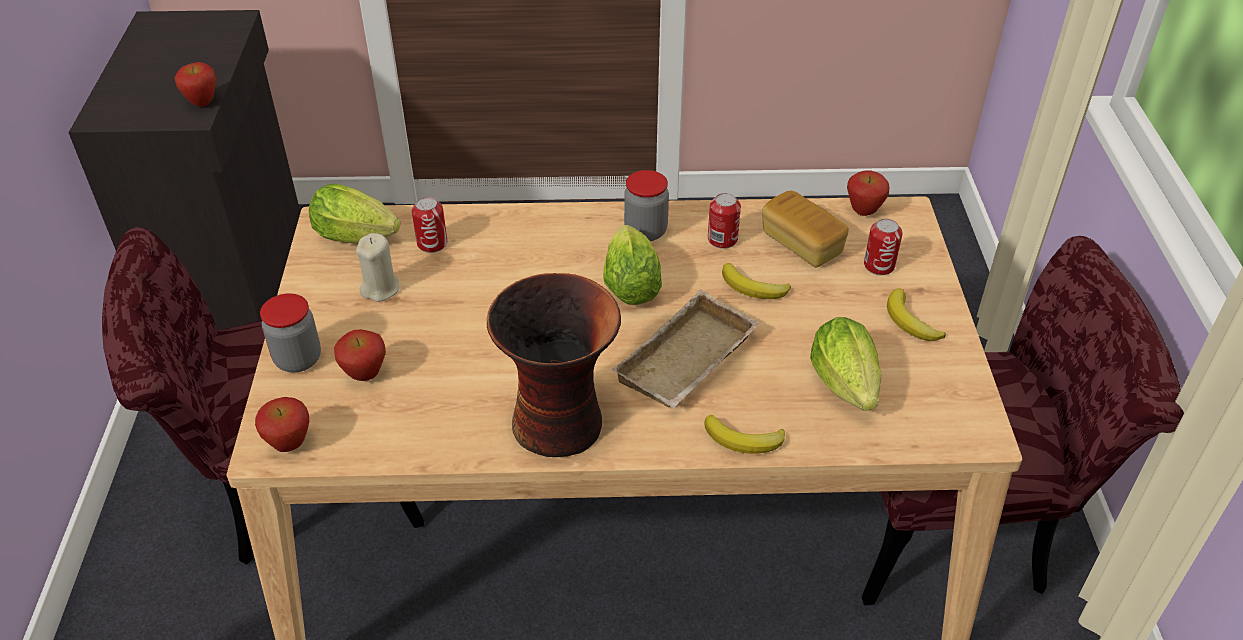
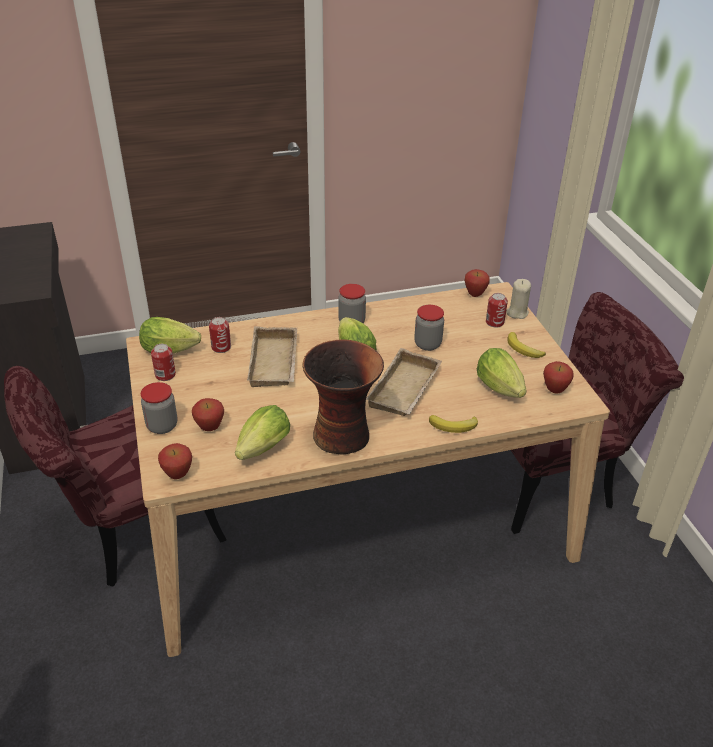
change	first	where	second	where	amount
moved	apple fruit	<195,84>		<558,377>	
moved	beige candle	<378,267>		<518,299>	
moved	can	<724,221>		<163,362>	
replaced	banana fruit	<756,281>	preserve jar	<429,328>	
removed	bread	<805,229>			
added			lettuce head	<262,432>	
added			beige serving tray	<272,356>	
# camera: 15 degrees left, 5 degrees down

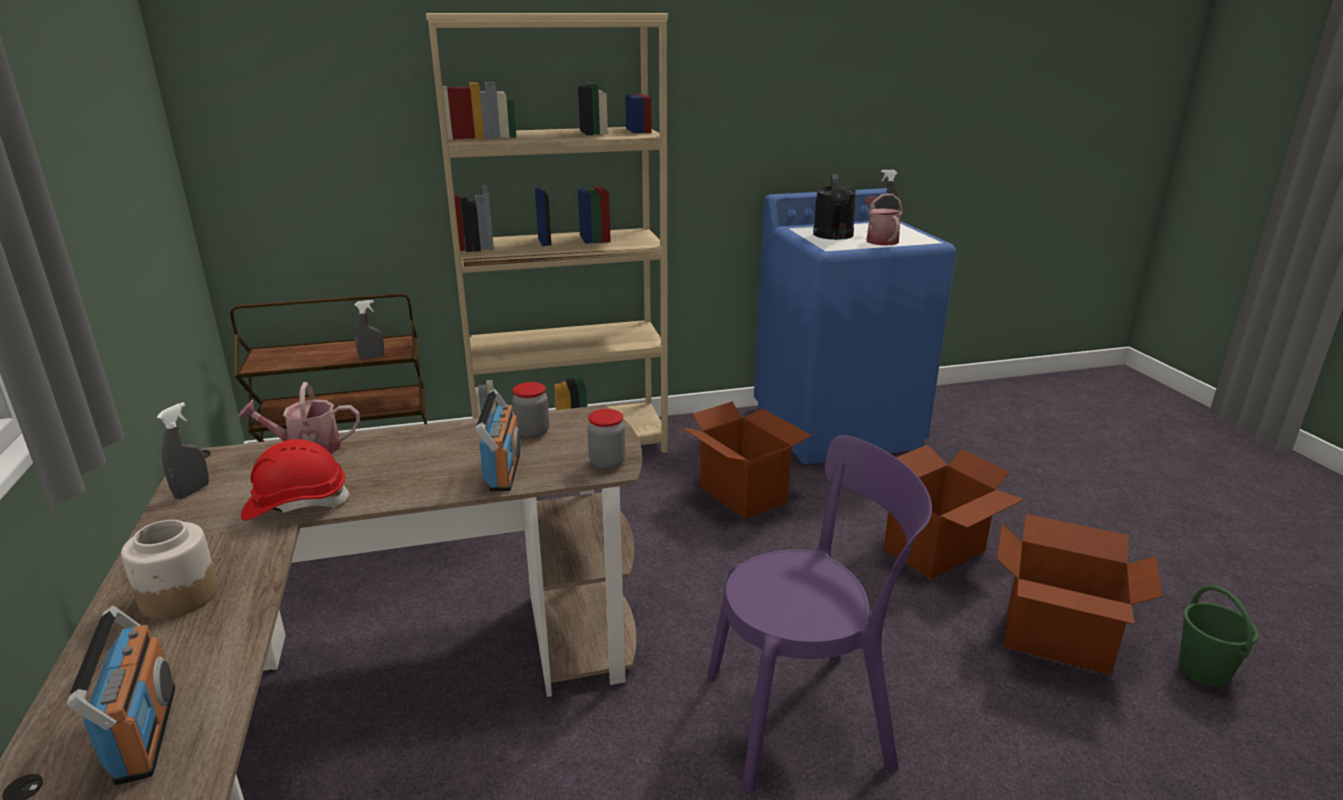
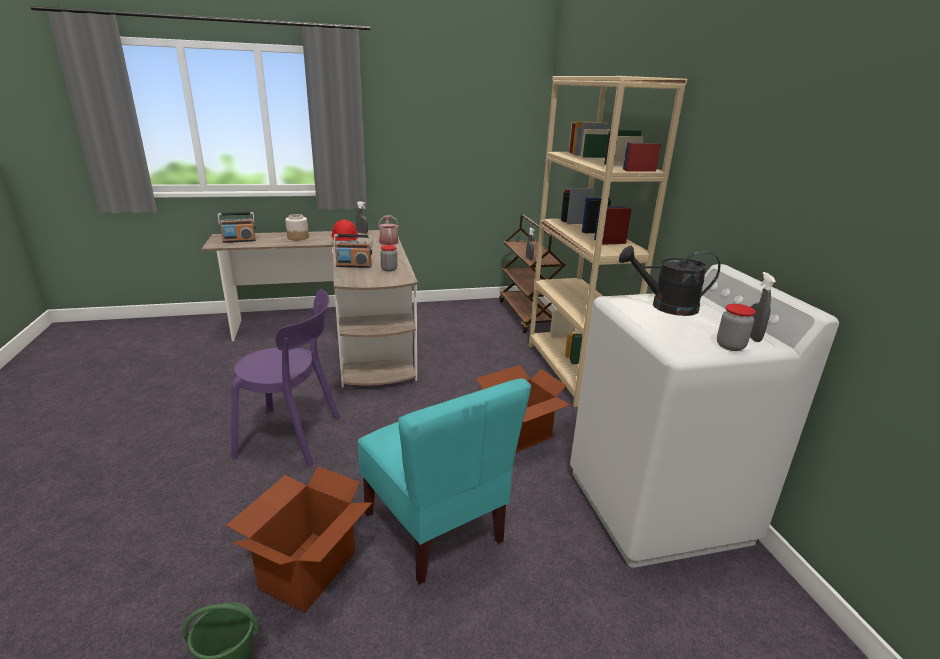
change	first	where	second	where	amount
moved	preserve jar	<606,439>		<736,327>	
turned	purple-coloured upright chair	<819,614>		<285,378>	75 degrees counterclockwise
recoloured	blue laundry appliance	<855,326>	white laundry appliance	<704,416>	
removed	watering pot	<883,220>			
replaced	cardboard box	<954,512>	turquoise-coloured upright chair	<444,481>	
# camera: 90 degrees right, 0 degrees up

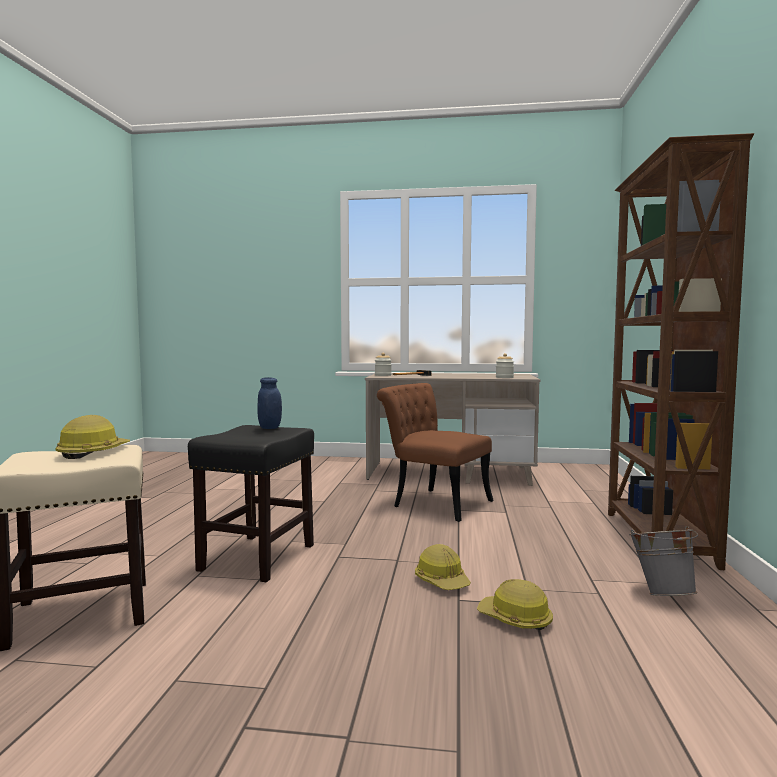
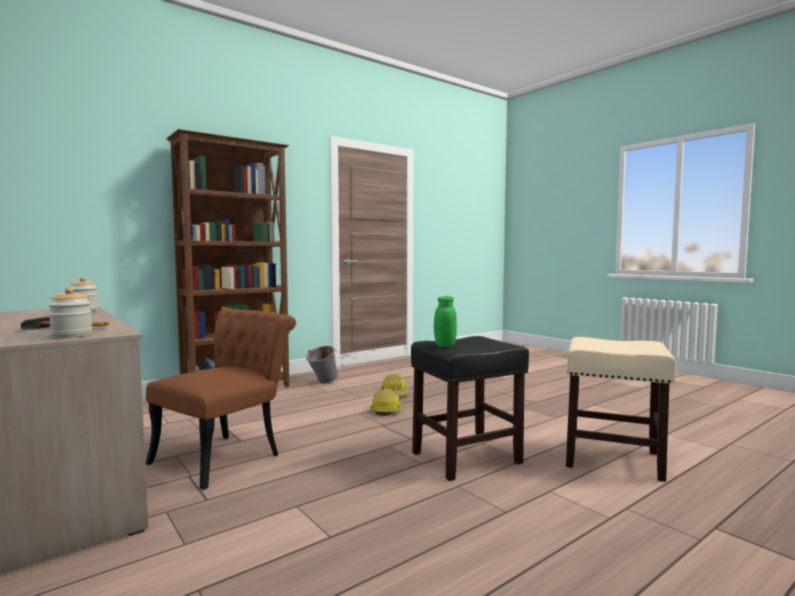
change	first	where	second	where	amount
removed	work helmet	<93,437>			
recoloured	blue preserve jar	<269,403>	green preserve jar	<445,321>	
turned	brown upright chair	<435,452>		<220,399>	135 degrees counterclockwise
# camera: 135 degrees left, 0 degrees up

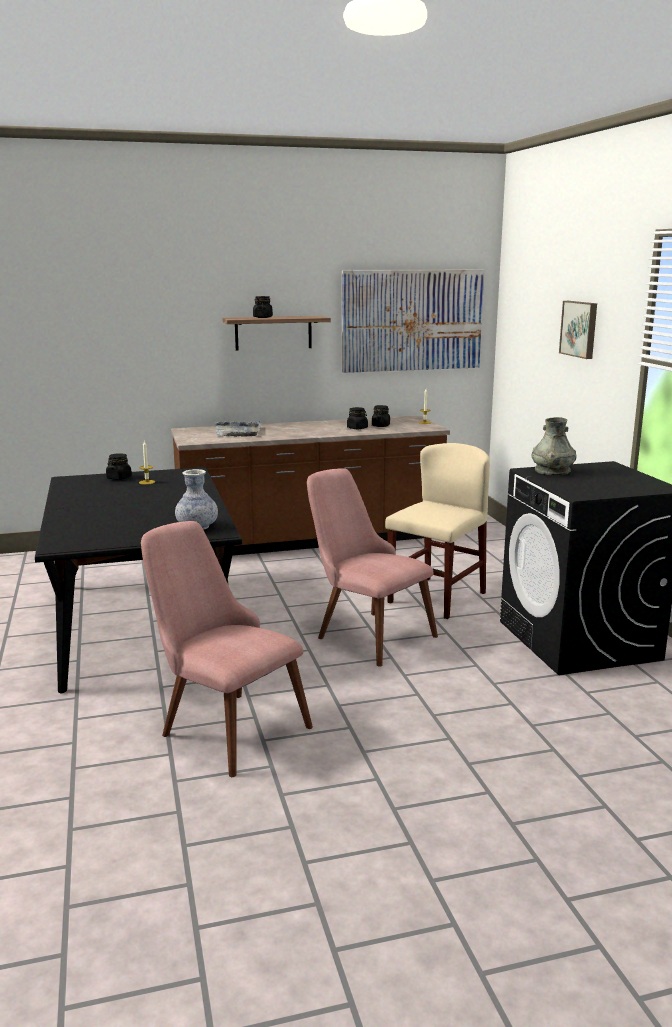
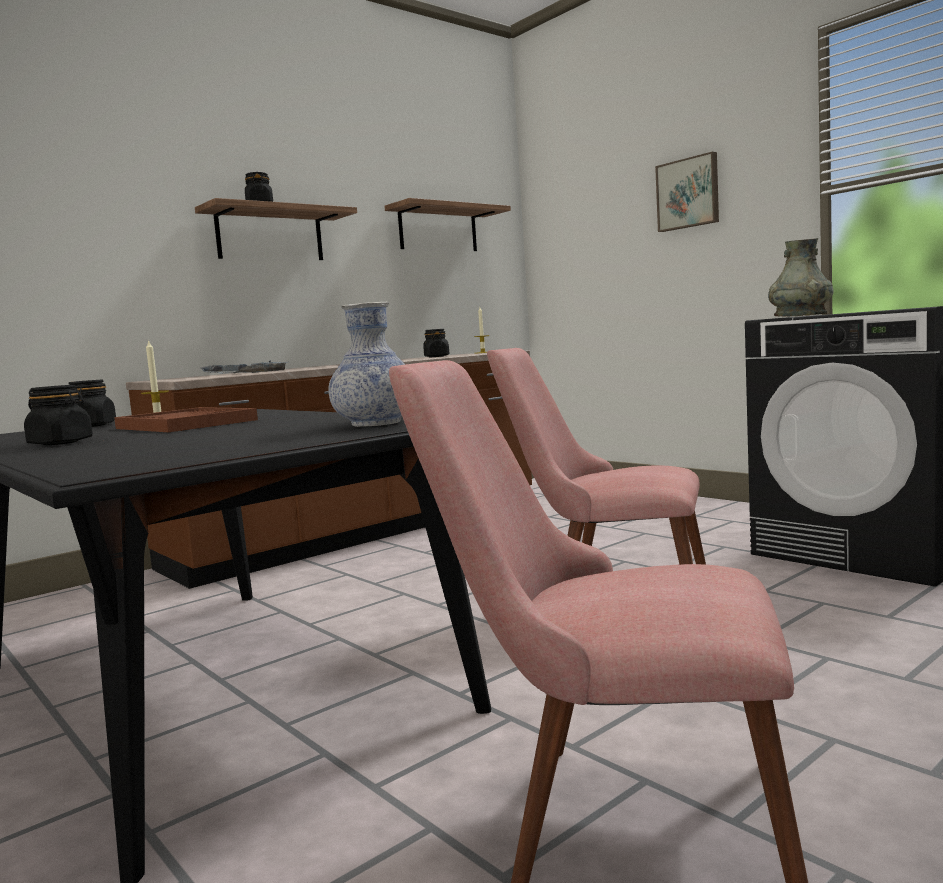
change	first	where	second	where	amount
replaced	picture	<413,321>	shelf	<447,224>	
moved	blackish preserve jar	<357,418>		<58,415>	
removed	beige upright chair	<437,531>			
added			brown serving tray	<186,419>	
# camera: 25 degrees left, 10 degrees down

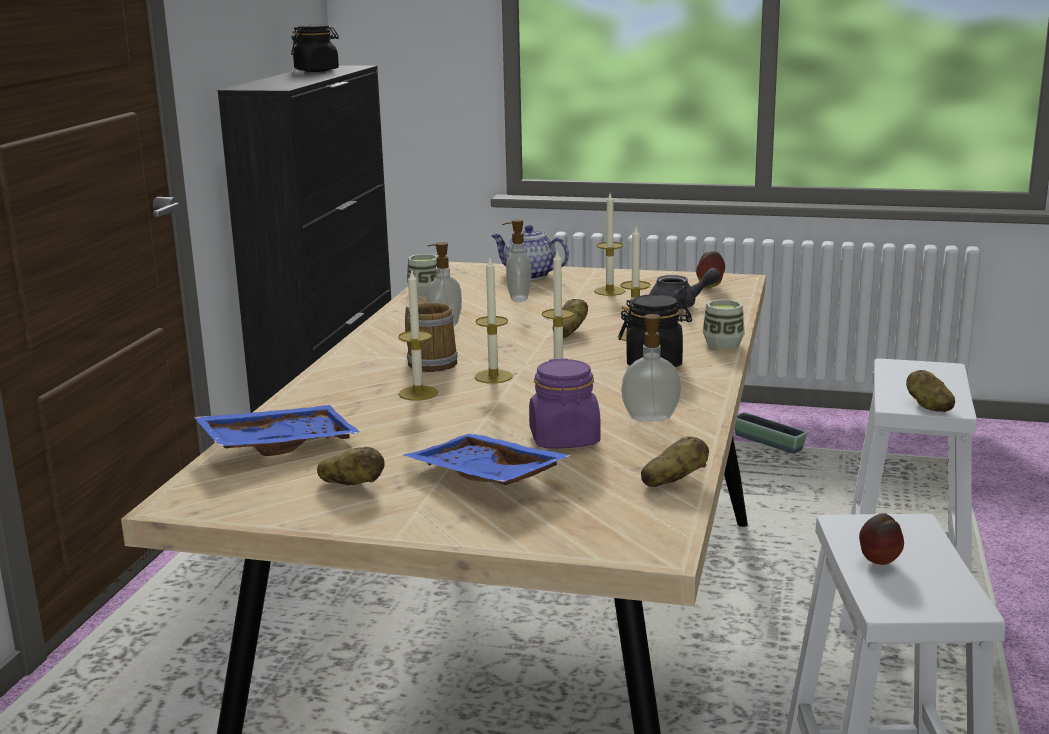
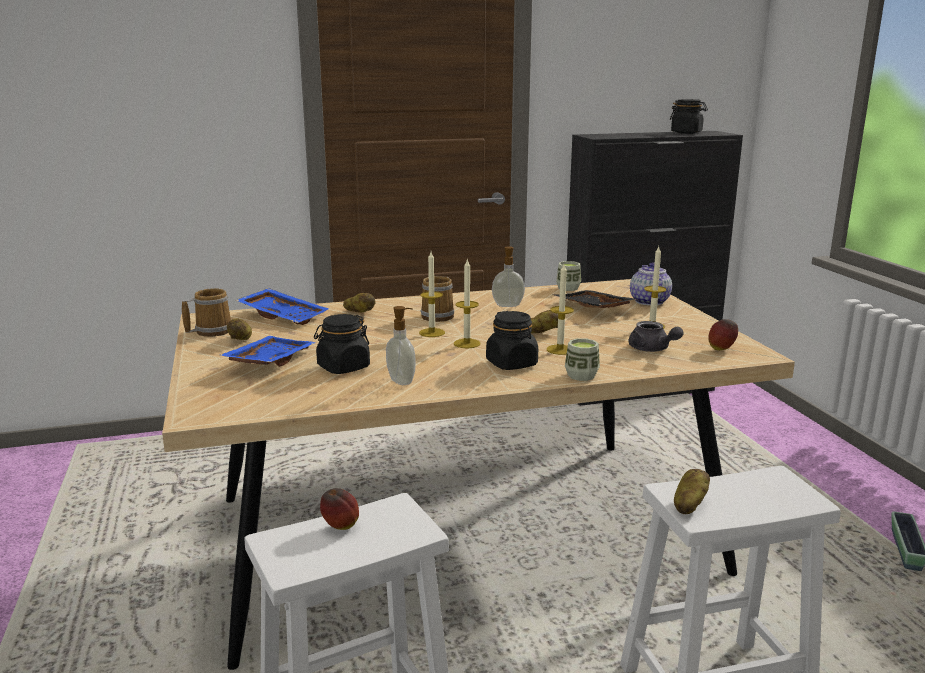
change	first	where	second	where	amount
removed	candle	<418,336>			
replaced	liquid soap bottle	<516,260>	blackish serving tray	<595,299>	
recoloured	purple-coloured preserve jar	<564,403>	blackish preserve jar	<342,344>	
moved	potato	<675,461>		<359,302>	
added			mug	<206,312>	
# camera: 60 degrees right, 0 degrees up

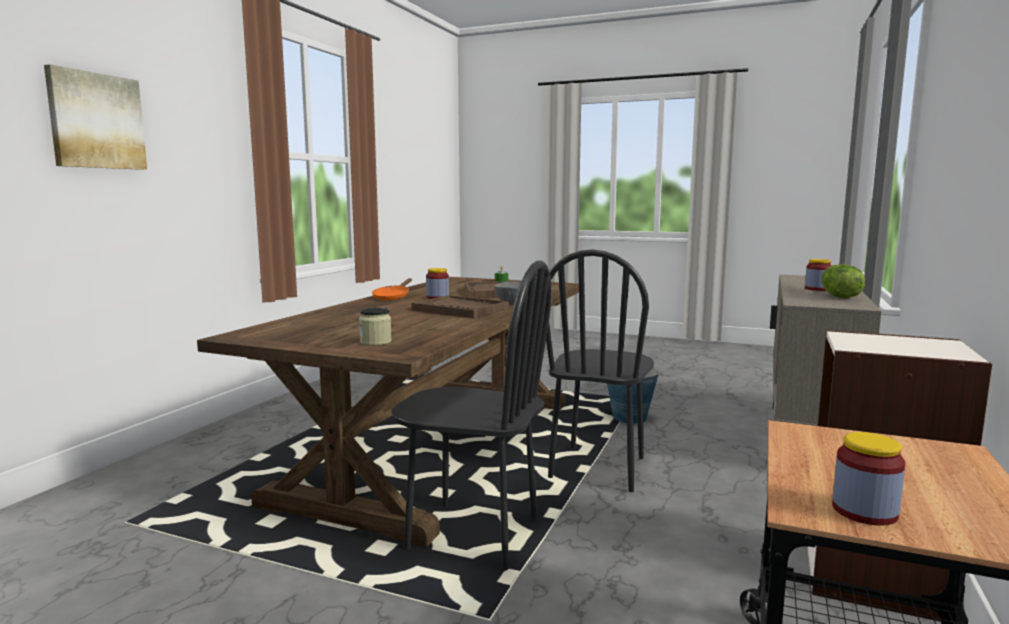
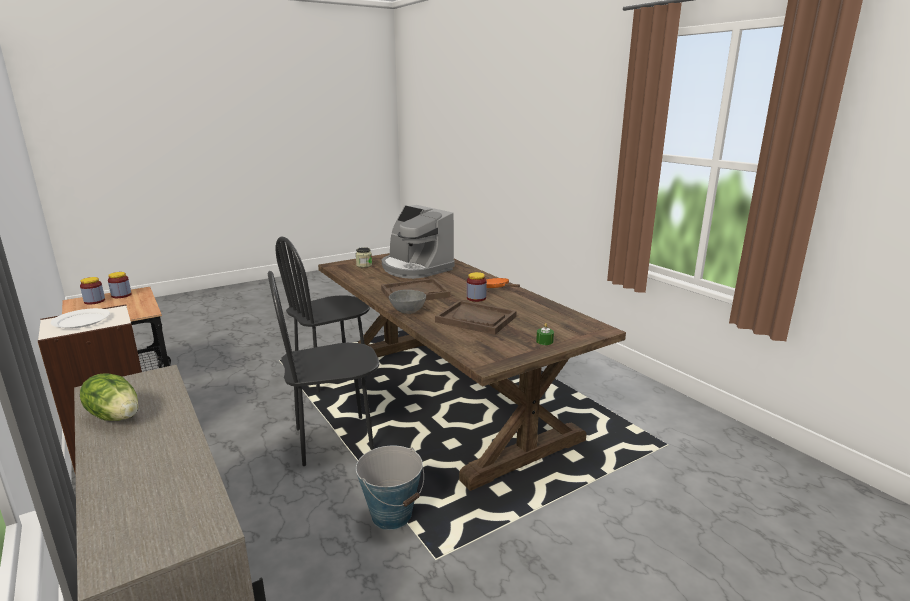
change	first	where	second	where	amount
removed	picture	<95,117>			
turned	blackish upright chair	<600,370>		<323,368>	75 degrees counterclockwise
moved	preserve jar	<818,275>		<92,291>	
added			white plate	<80,318>	
added			coffee brewer	<418,242>	
# camera: 125 degrees right, 10 degrees up

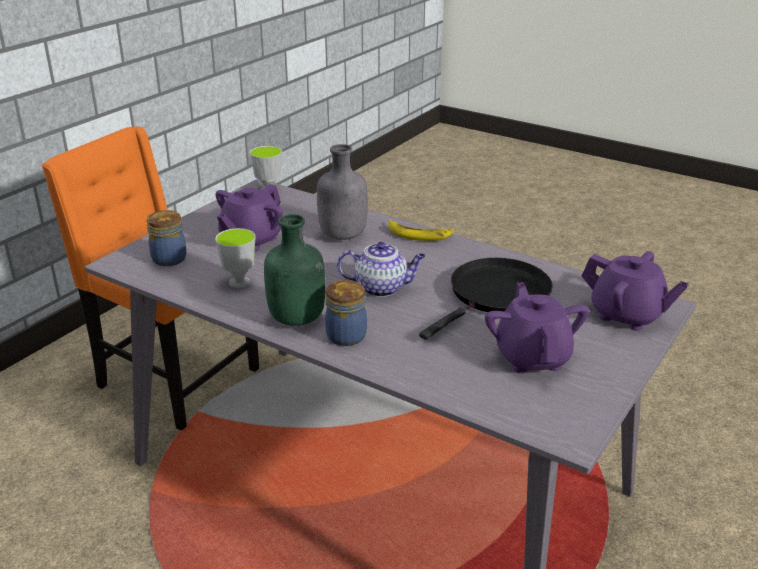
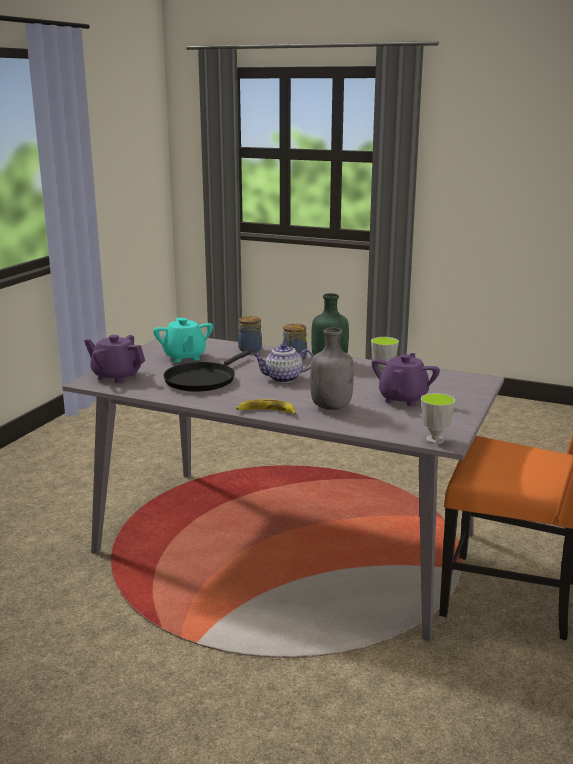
change	first	where	second	where	amount
moved	preserve jar	<166,238>		<250,334>	
recoloured	purple-coloured teapot	<537,328>	turquoise-coloured teapot	<183,340>	
# camera: 170 degrees right, 10 degrees down

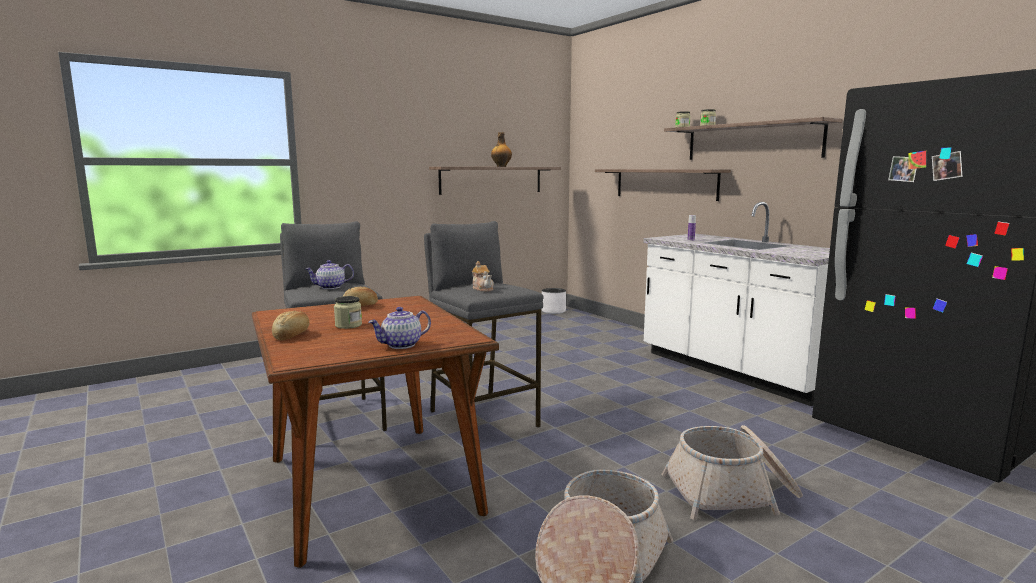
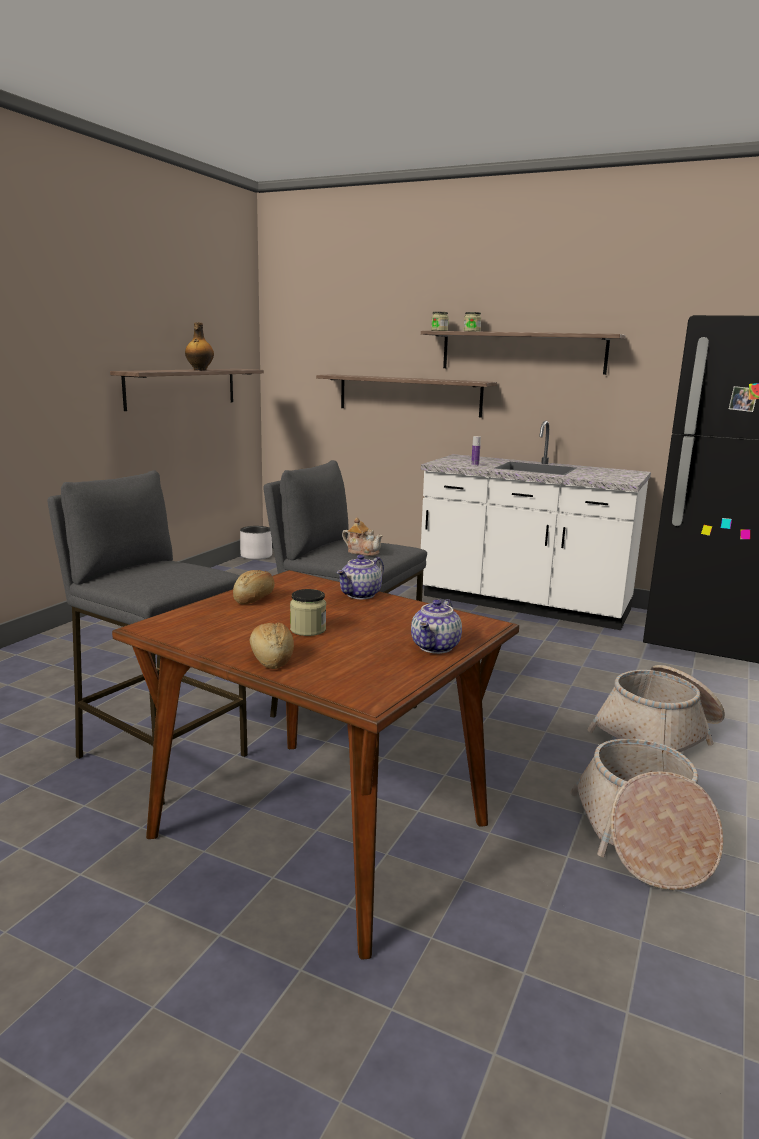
change	first	where	second	where	amount
moved	teapot	<330,274>		<360,577>	
# camera: 30 degrees left, 5 degrees up

